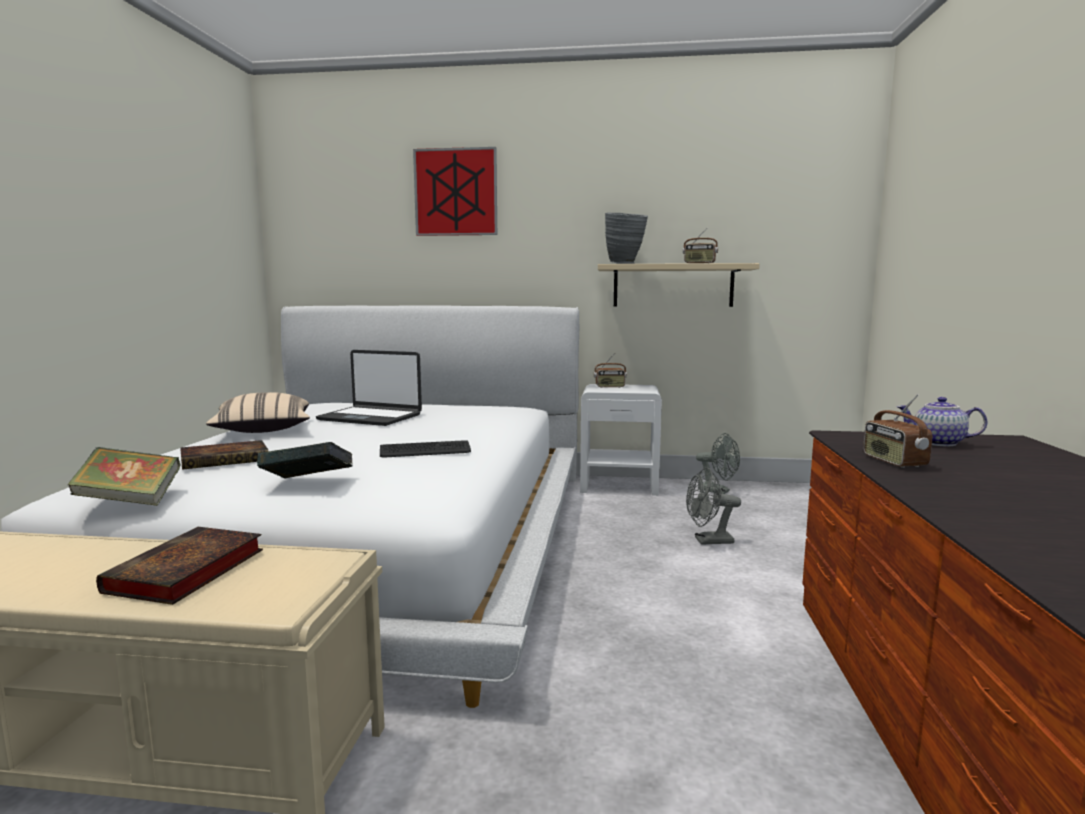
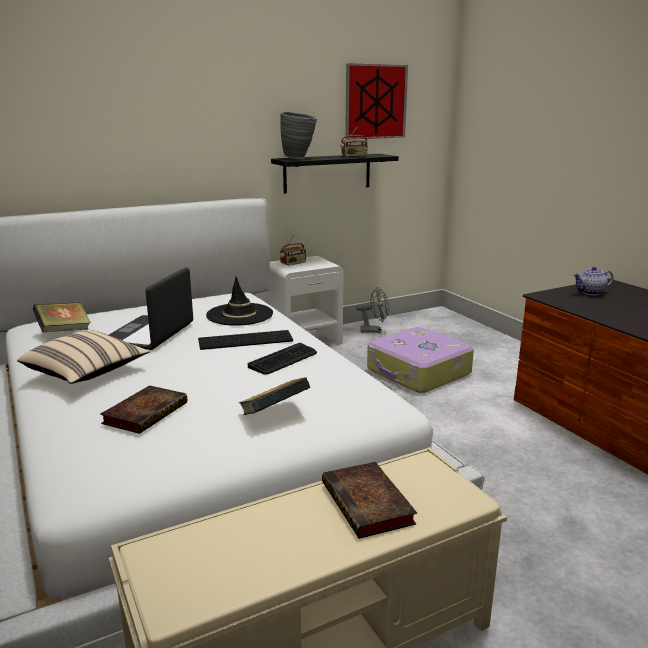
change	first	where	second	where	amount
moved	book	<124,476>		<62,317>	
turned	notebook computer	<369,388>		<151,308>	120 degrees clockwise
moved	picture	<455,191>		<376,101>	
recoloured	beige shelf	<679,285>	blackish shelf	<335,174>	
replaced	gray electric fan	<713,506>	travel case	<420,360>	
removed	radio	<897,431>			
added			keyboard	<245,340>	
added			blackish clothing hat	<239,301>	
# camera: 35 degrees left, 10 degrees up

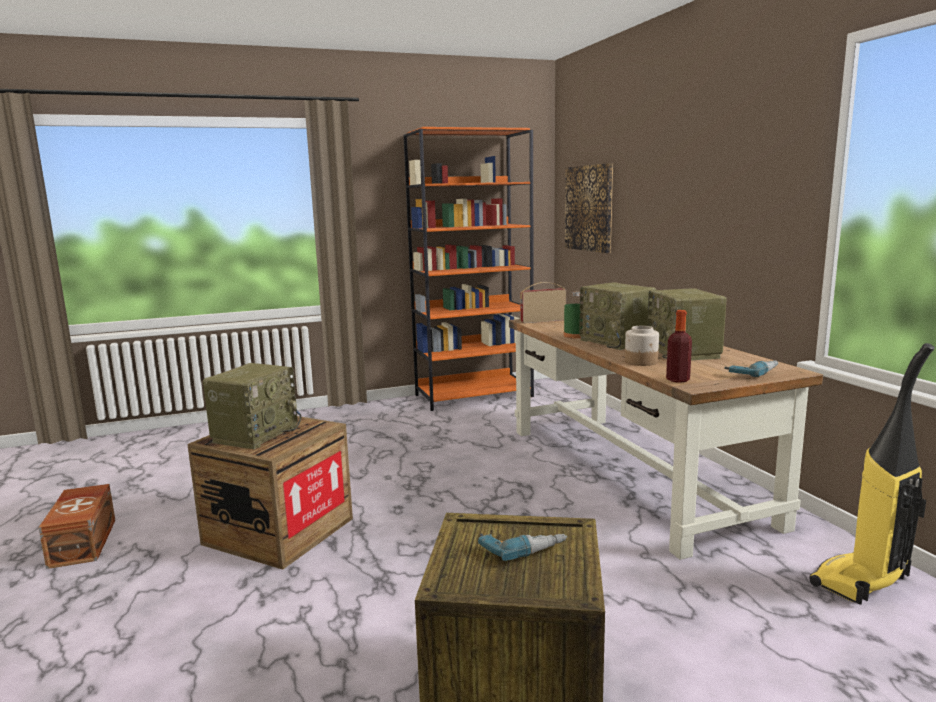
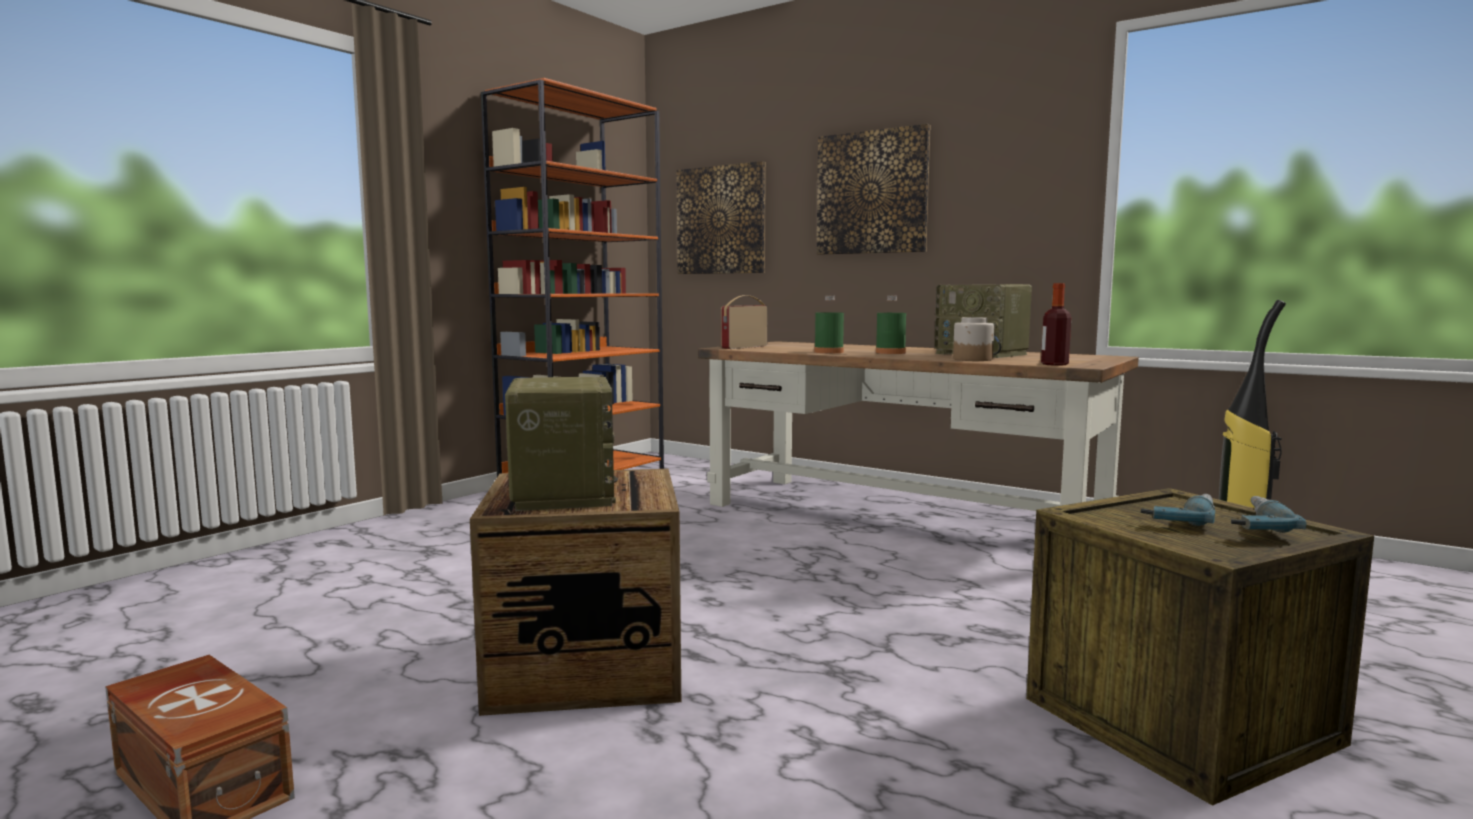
change	first	where	second	where	amount
replaced	radio	<617,316>	green bottle	<891,325>	
moved	electric drill	<751,369>		<1268,514>	
added			picture	<873,189>	
# camera: 35 degrees left, 5 degrees down

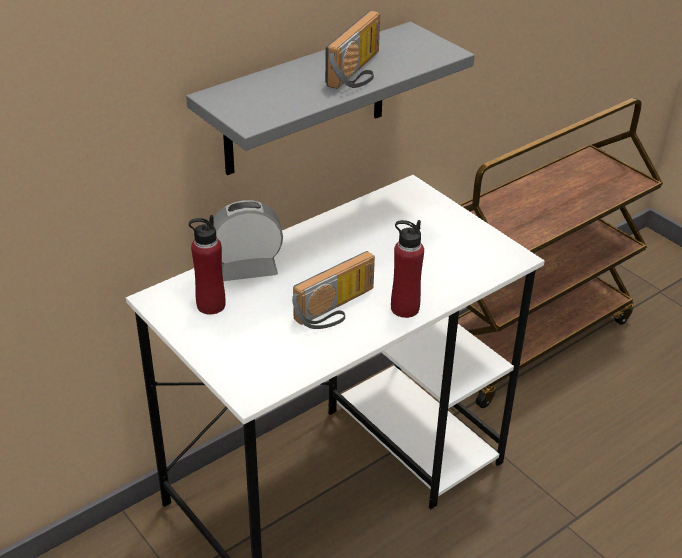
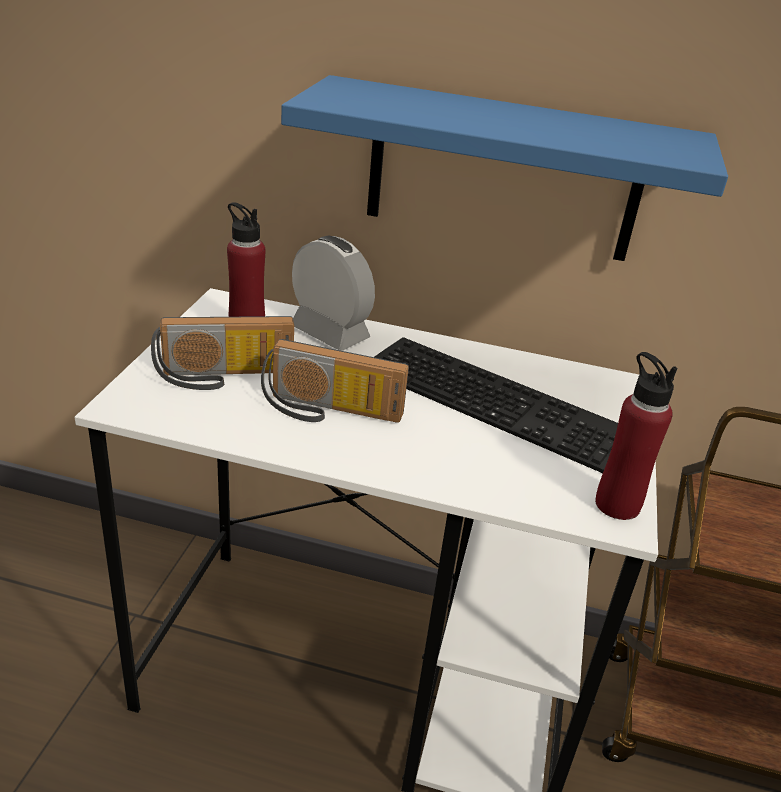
change	first	where	second	where	amount
recoloured	gray shelf	<330,98>	blue shelf	<504,168>	
moved	radio	<352,50>		<222,353>	
moved	red-coloured bottle	<407,269>		<636,436>	
added			keyboard	<496,405>	
# camera: 50 degrees right, 5 degrees down

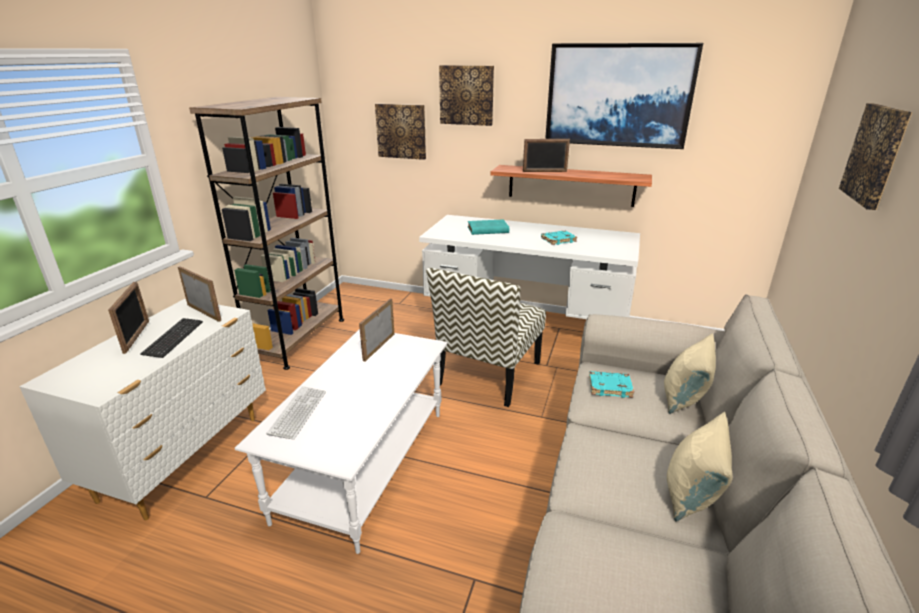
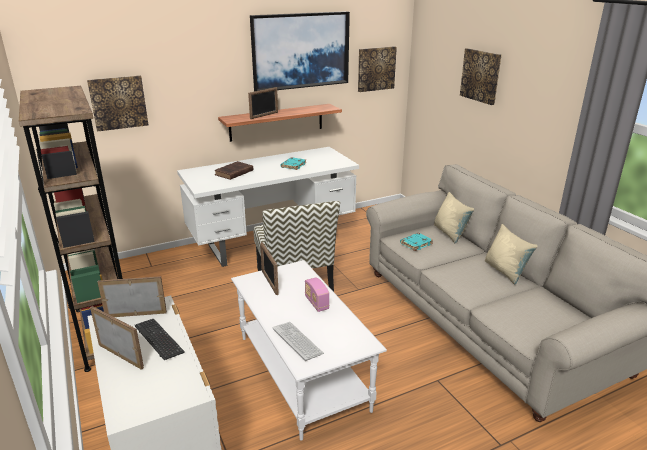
change	first	where	second	where	amount
moved	picture	<466,95>		<377,69>	
recoloured	turquoise-coloured book	<488,227>	brown book	<233,170>	
added			radio	<317,294>	
# camera: 45 degrees left, 0 degrees up

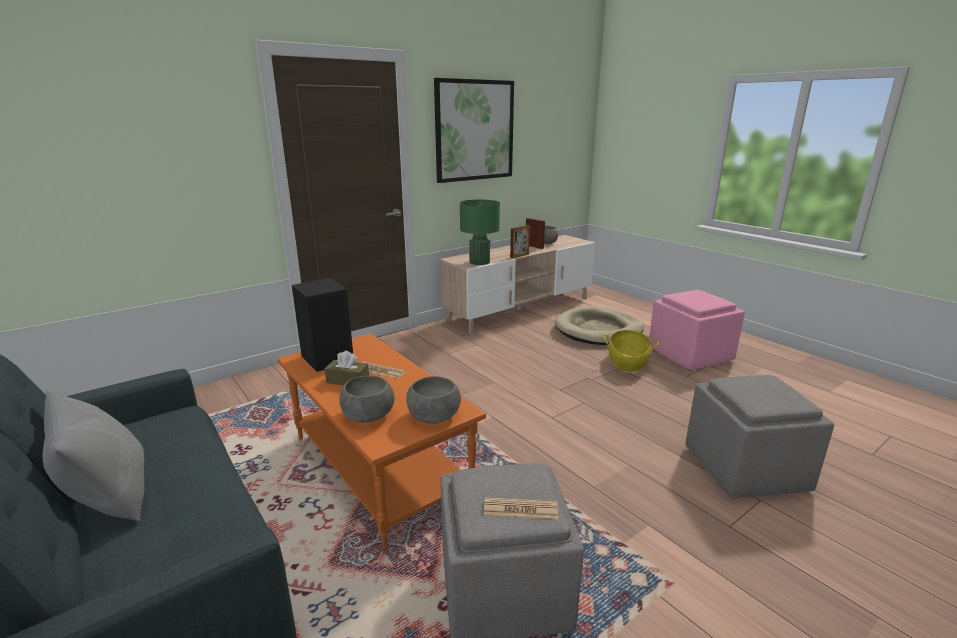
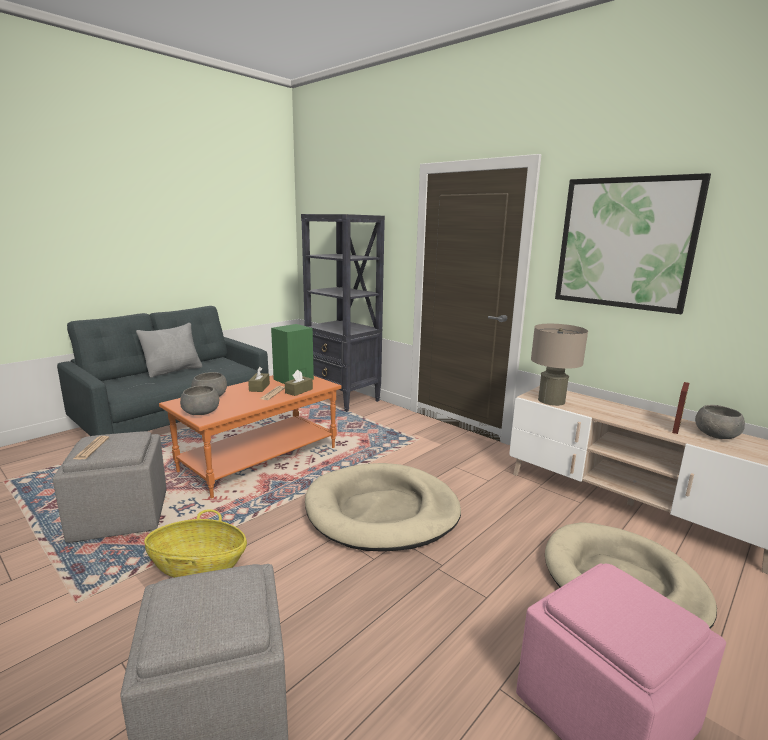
change	first	where	second	where	amount
recoloured	blackish audio speaker	<322,325>	green audio speaker	<292,354>	
recoloured	green tabletop lamp	<480,232>	beige tabletop lamp	<559,365>	
removed	standing frame	<520,241>			
moved	storage basket	<631,351>		<195,543>	
added			brown tissue box	<299,383>	
added			blackish bookshelf	<343,313>	
added			beige dog bed	<383,507>	
# camera: 80 degrees right, 5 degrees down

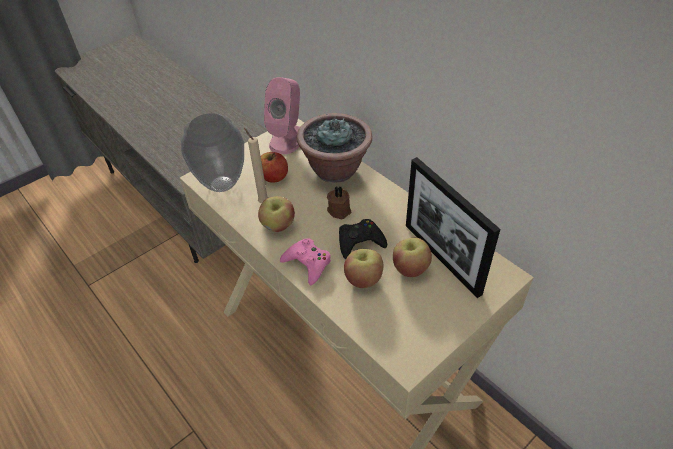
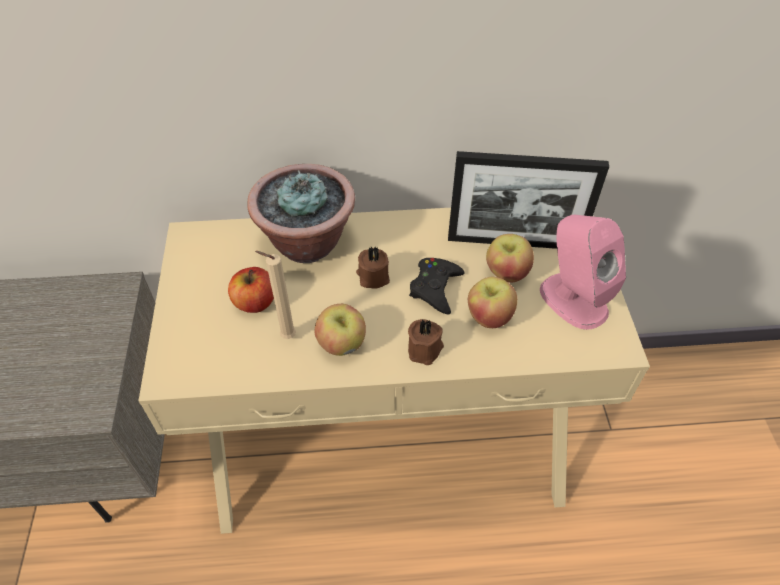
change	first	where	second	where	amount
removed	decorative vase	<212,152>			
moved	pink audio speaker	<282,115>		<583,272>	
replaced	pink game controller	<305,262>	brown candle	<426,342>	
# camera: 55 degrees left, 5 degrees up

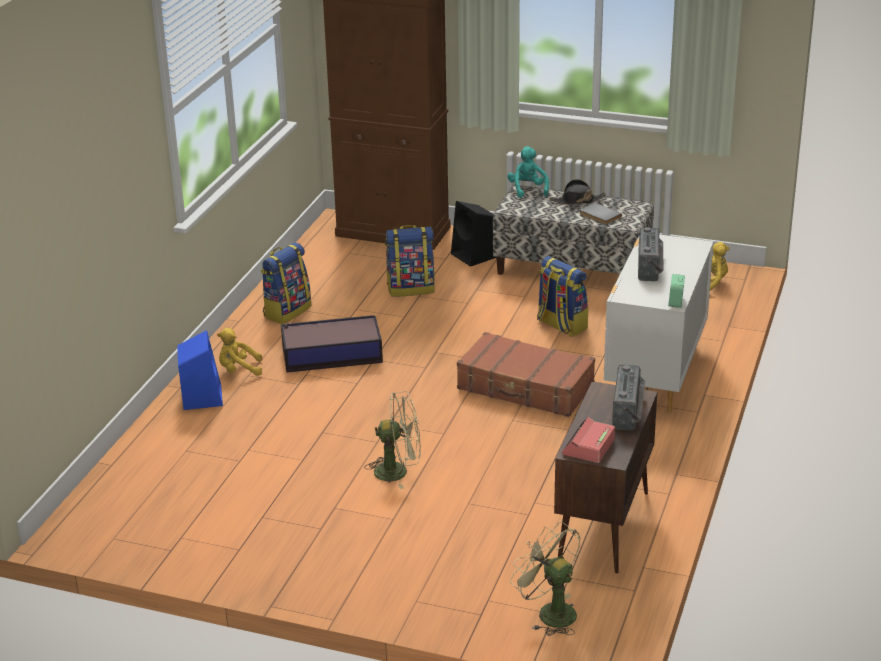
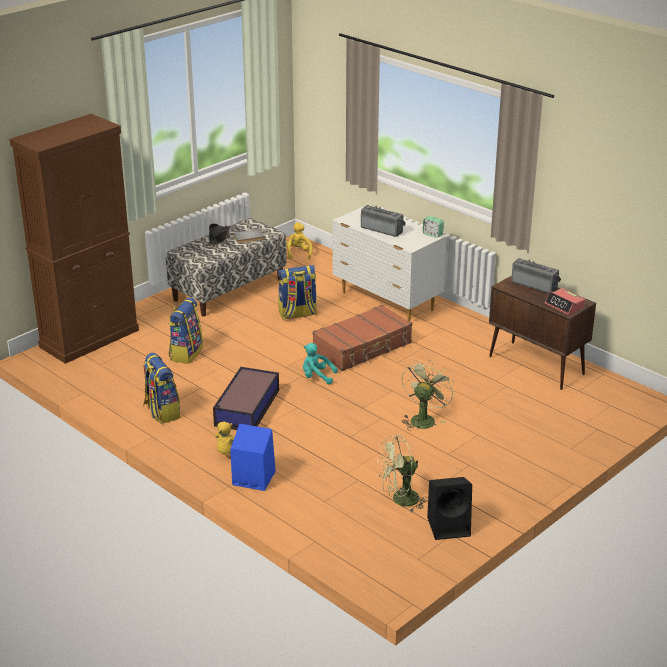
change	first	where	second	where	amount
moved	blackish audio speaker	<473,234>		<449,508>	
moved	turquoise-coloured plush toy	<528,172>		<320,363>	
moved	green electric fan	<545,578>		<403,473>	
# camera: 65 degrees left, 0 degrees up

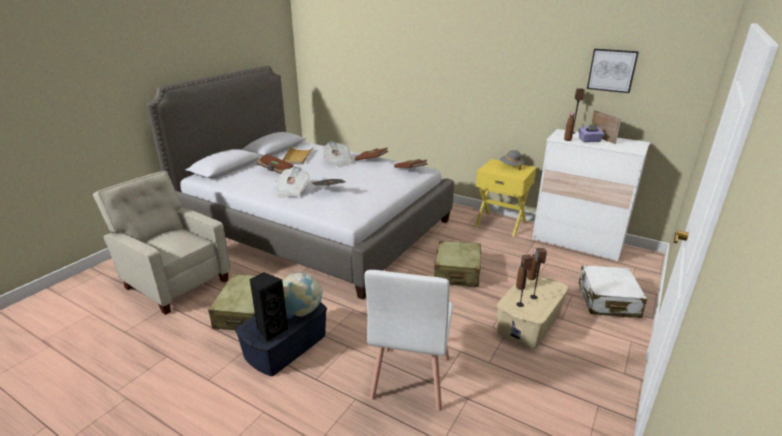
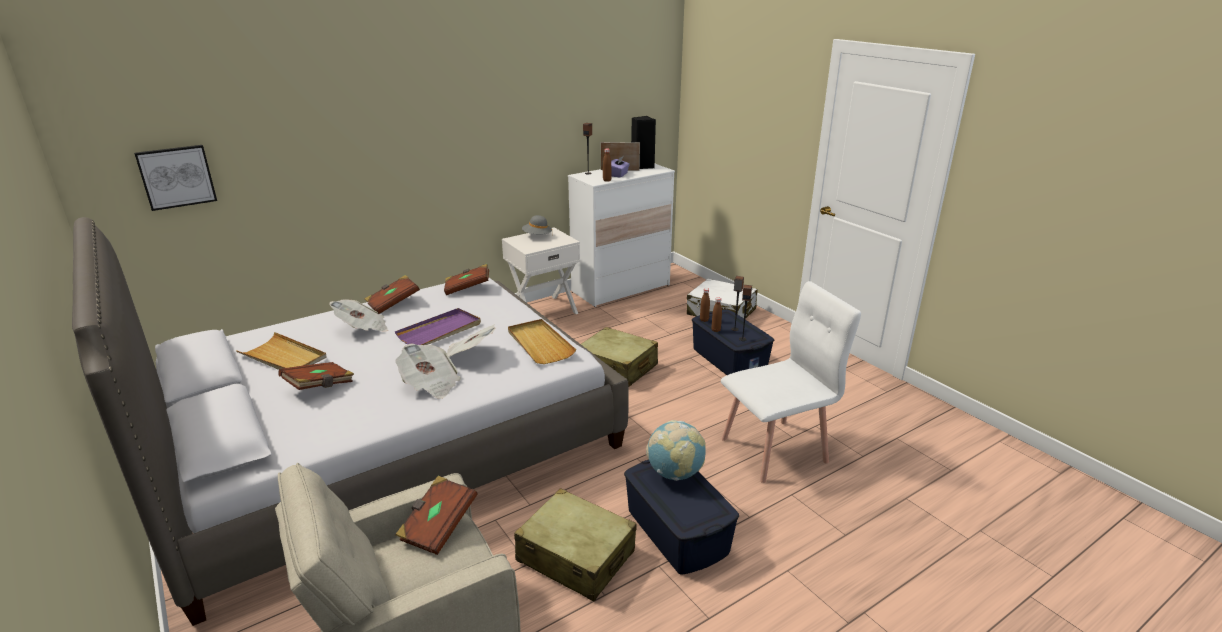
change	first	where	second	where	amount
moved	blackish audio speaker	<268,307>		<643,142>	
turned	white upright chair	<409,340>		<791,382>	60 degrees counterclockwise
recoloured	yellowish night table	<506,198>	white night table	<541,271>	
recoloured	beige storage box	<533,310>	blue storage box	<733,342>	
moved	picture	<613,71>		<175,178>	
added			purple-coloured serving tray	<438,326>	
added			brown book	<436,515>	
added			beige serving tray	<542,341>	
# camera: 65 degrees left, 0 degrees up

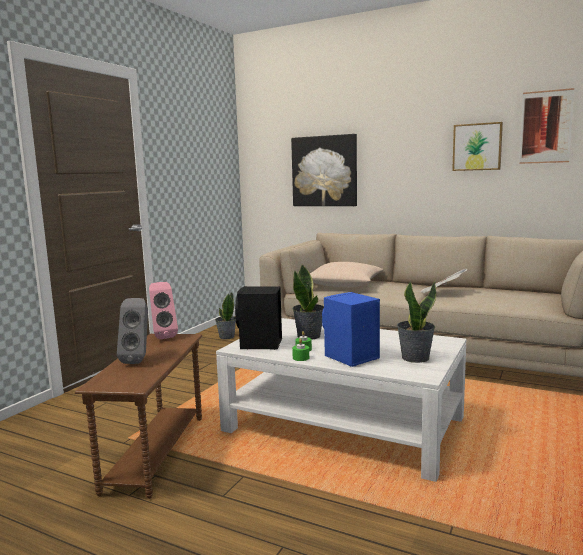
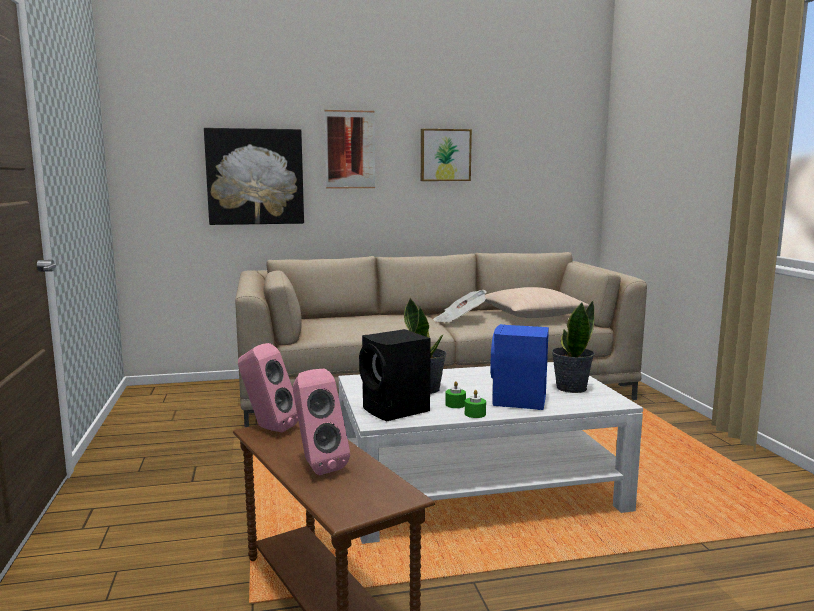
change	first	where	second	where	amount
recoloured	gray audio speaker	<132,331>	pink audio speaker	<321,422>	
removed	houseplant	<225,315>			
moved	beige cushion	<347,274>		<537,302>	
moved	picture	<546,126>		<350,149>	
# camera: 40 degrees left, 0 degrees up

